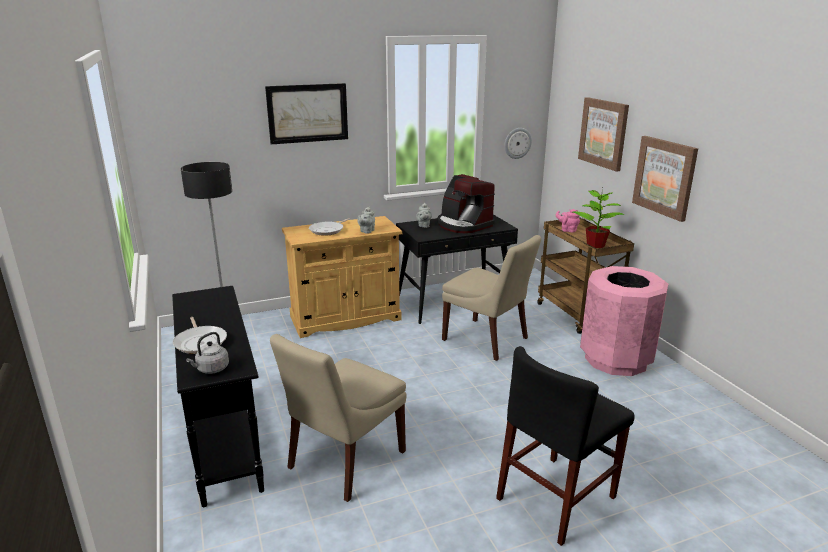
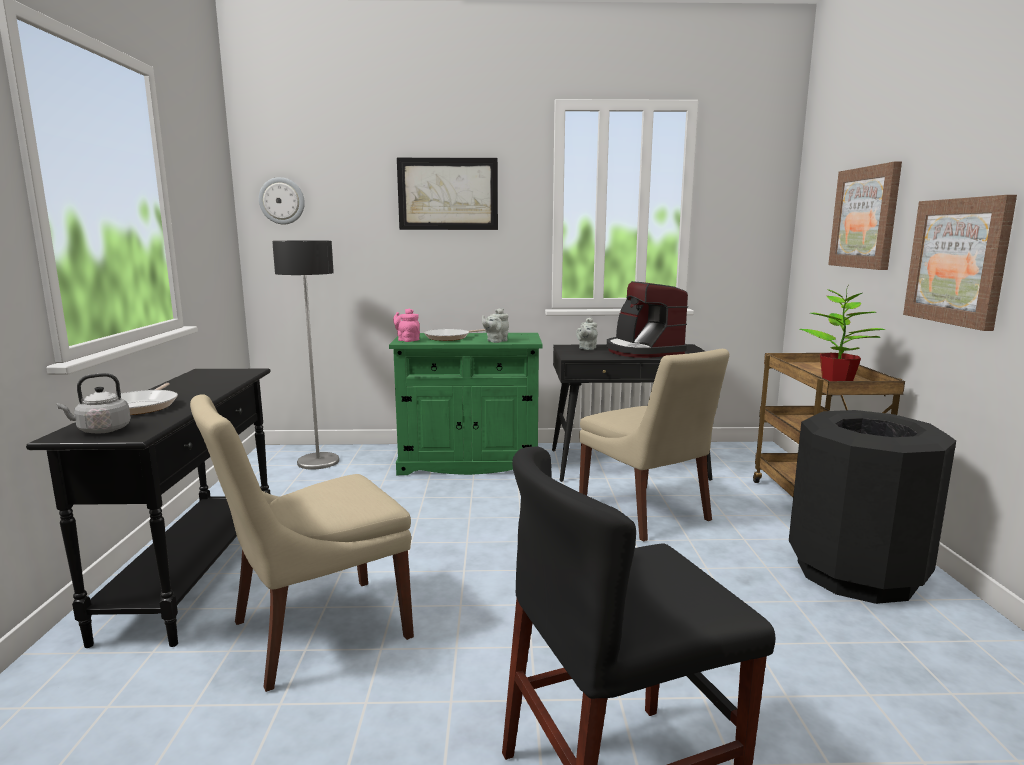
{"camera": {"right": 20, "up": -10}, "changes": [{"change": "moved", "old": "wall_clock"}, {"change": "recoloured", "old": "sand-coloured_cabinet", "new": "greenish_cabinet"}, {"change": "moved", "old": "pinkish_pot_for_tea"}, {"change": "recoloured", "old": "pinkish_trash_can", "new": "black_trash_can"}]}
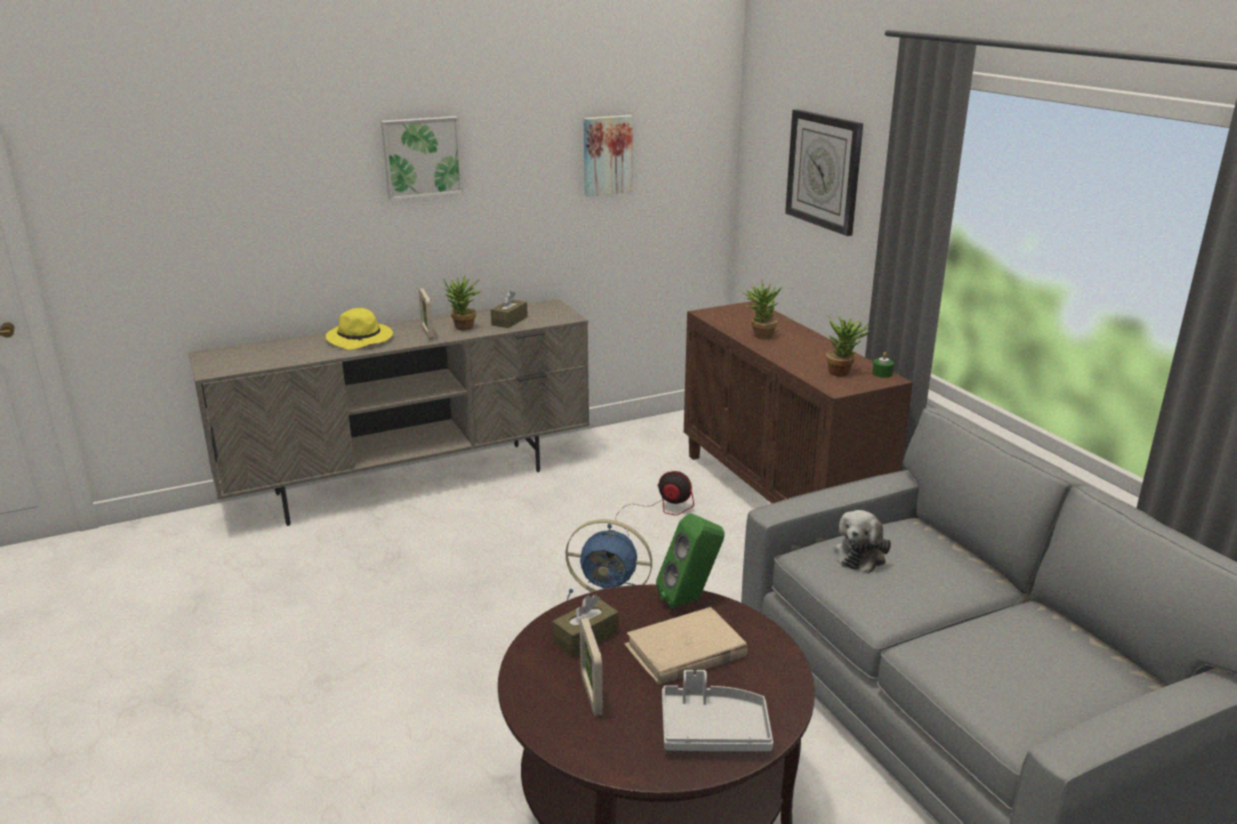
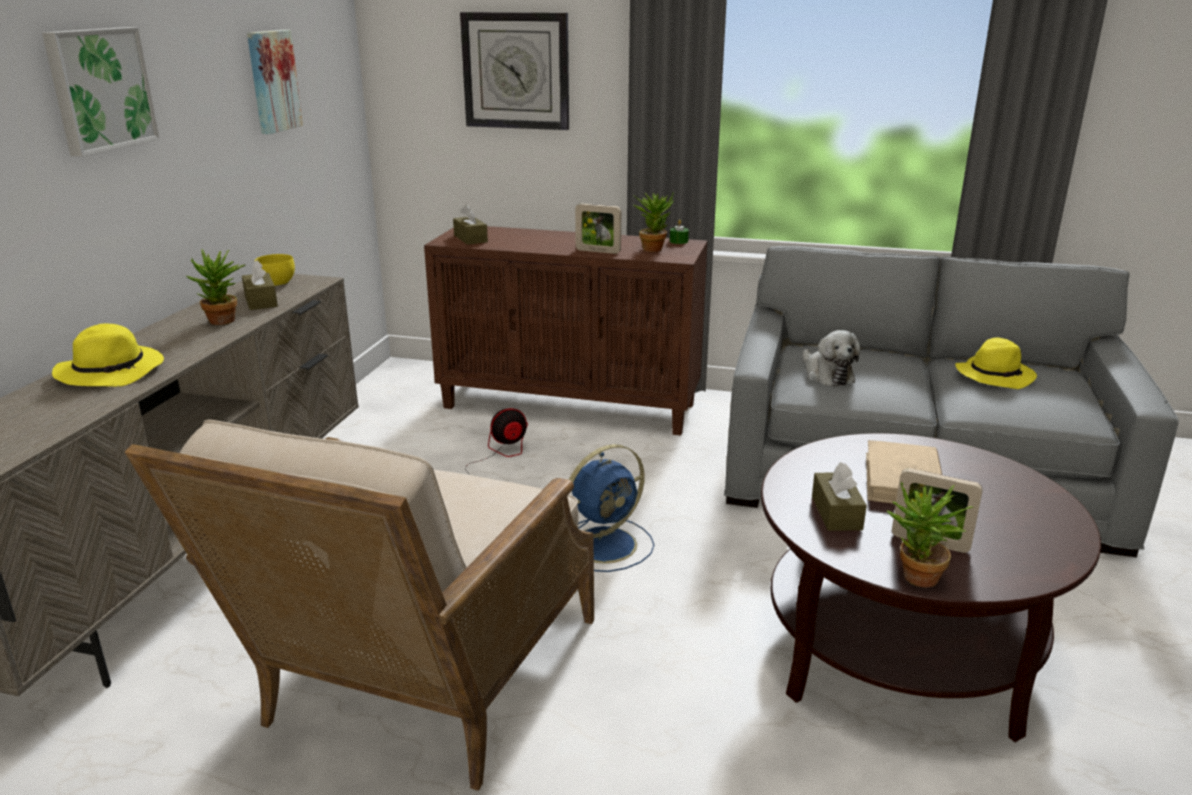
{"camera": {"right": -50, "up": 0}, "changes": [{"change": "added", "new": "sand-coloured_easy_chair"}, {"change": "added", "new": "yellow-coloured_deep_dish"}, {"change": "added", "new": "brown-coloured_box_of_tissues (2nd from left)"}, {"change": "moved", "old": "picture_frame (1st from left)"}, {"change": "moved", "old": "potted_plant (2nd from left in the first image)", "new": "potted_plant (3rd from left)"}, {"change": "added", "new": "yellow-coloured_hat (2nd from left)"}, {"change": "removed", "old": "greenish_audio_speaker"}, {"change": "removed", "old": "gray_serving_tray"}]}
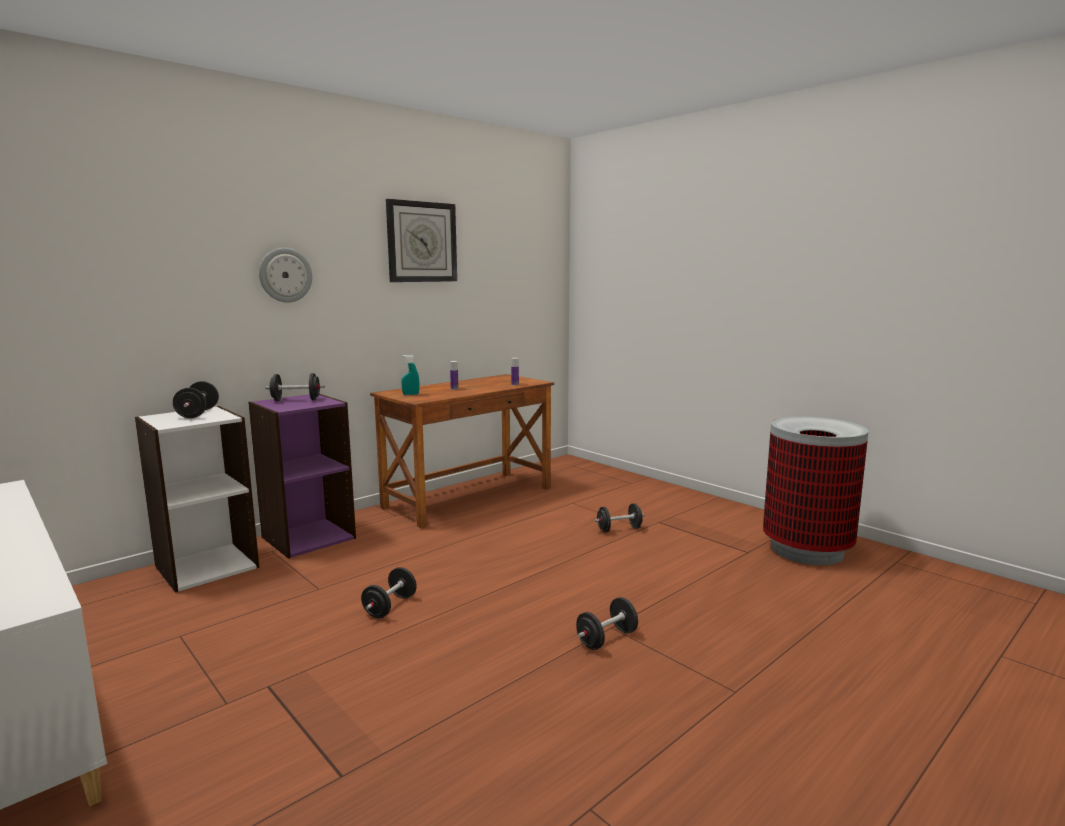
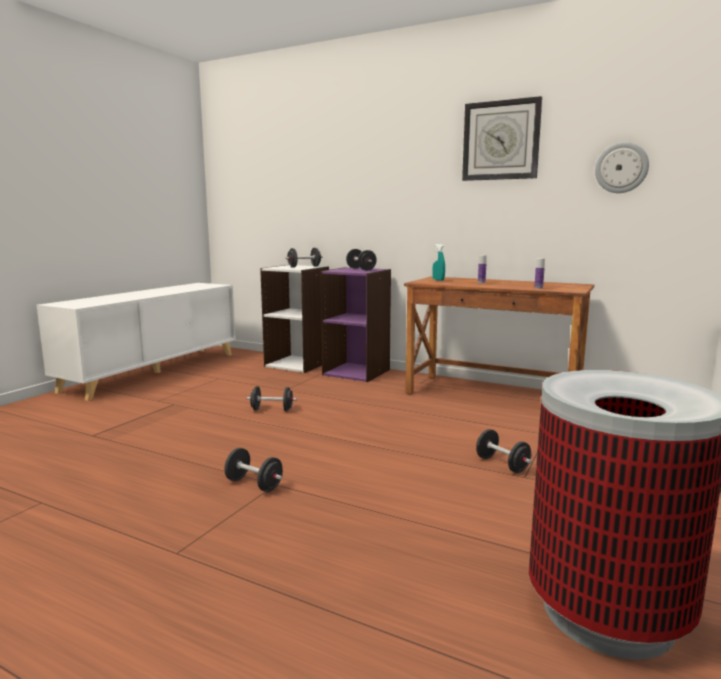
{"camera": {"right": 70, "up": 0}, "changes": [{"change": "moved", "old": "wall_clock (1st from left in the first image)", "new": "wall_clock (2nd from left)"}]}
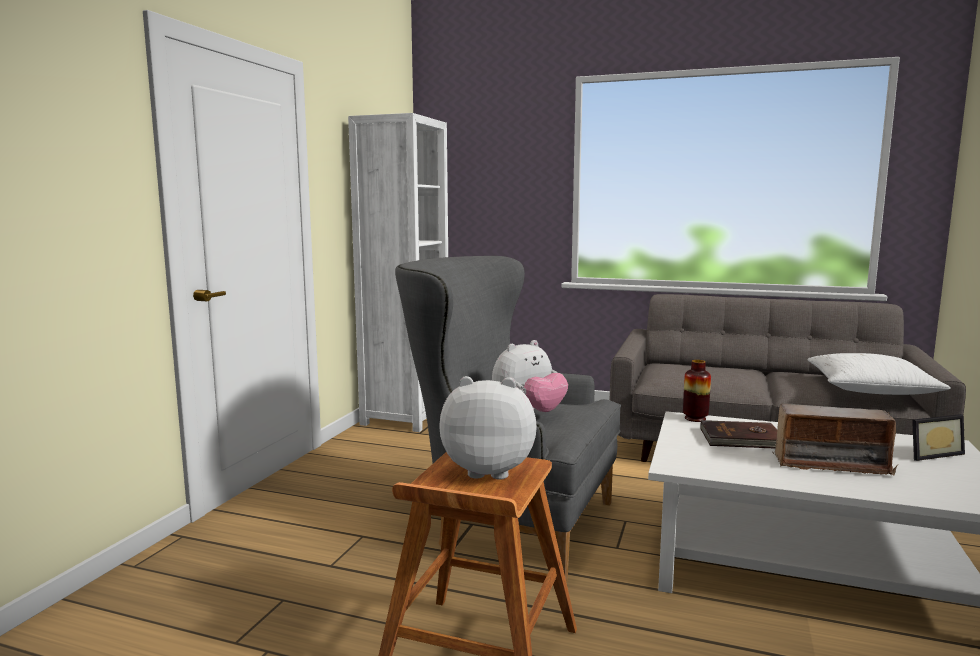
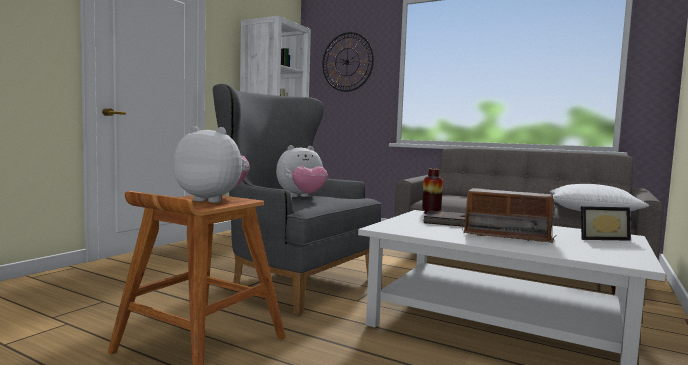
{"camera": {"right": 10, "up": -5}, "changes": [{"change": "added", "new": "wall_clock"}]}
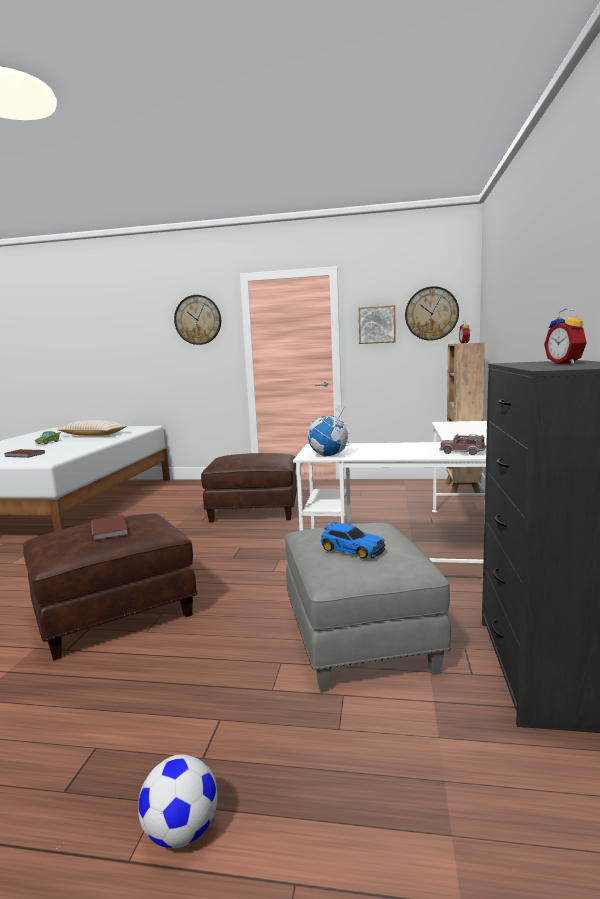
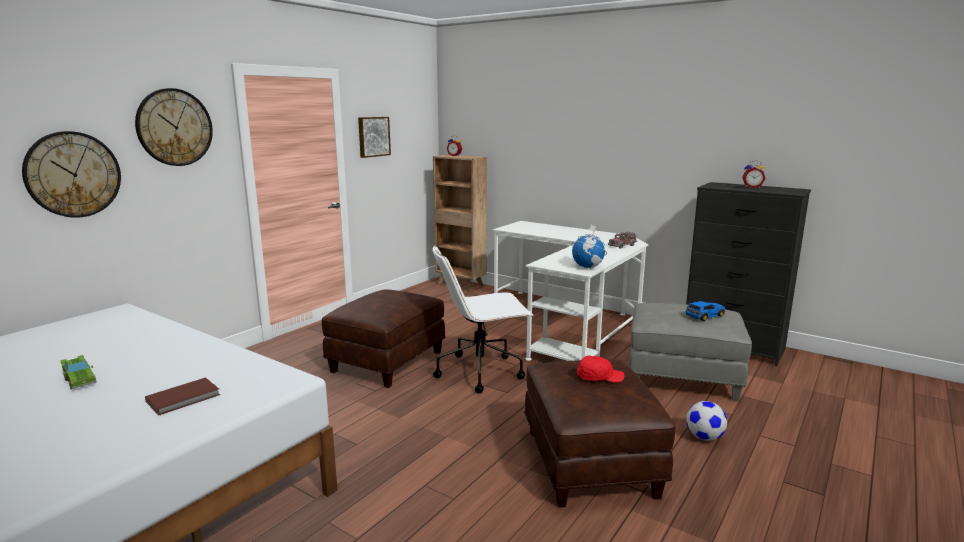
{"camera": {"right": -65, "up": 5}, "changes": [{"change": "moved", "old": "wall_clock (2nd from left in the first image)", "new": "wall_clock (1st from left)"}, {"change": "added", "new": "white-coloured_office_chair"}, {"change": "replaced", "old": "brown-coloured_book (2nd from left)", "new": "red-coloured_baseball_cap"}, {"change": "moved", "old": "football_ball"}, {"change": "removed", "old": "sand-coloured_cushion"}]}
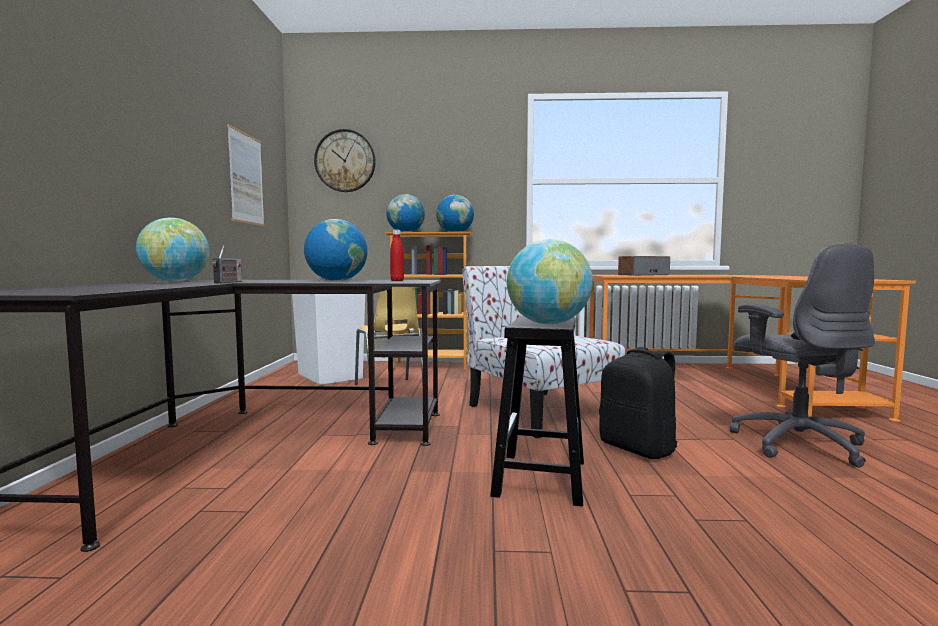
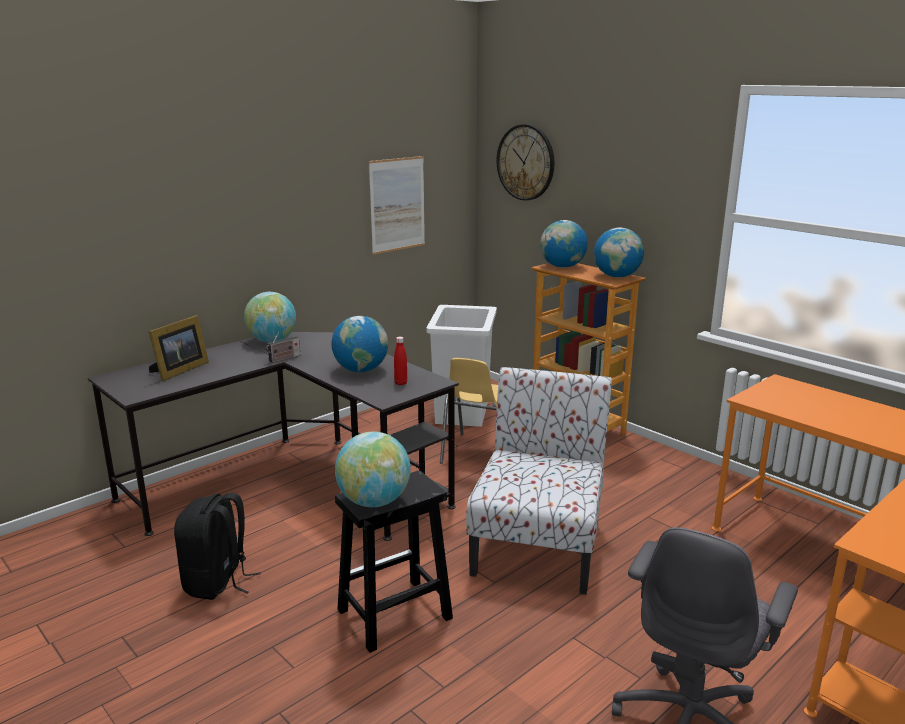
{"camera": {"right": 45, "up": 15}, "changes": [{"change": "added", "new": "picture_frame"}, {"change": "moved", "old": "black_backpack"}, {"change": "removed", "old": "audio_speaker"}]}
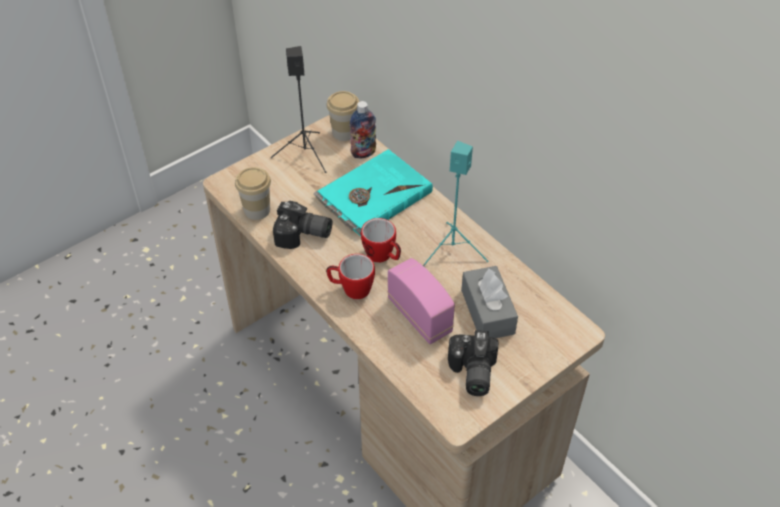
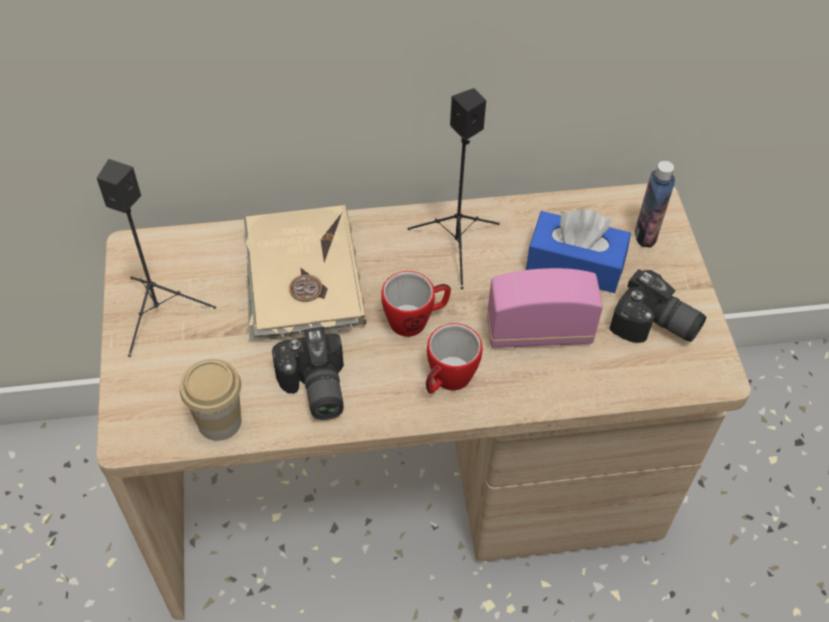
{"camera": {"right": -60, "up": 5}, "changes": [{"change": "recoloured", "old": "blue-green_book", "new": "sand-coloured_book"}, {"change": "turned", "old": "still_camera (1st from left)", "degrees": 120}, {"change": "recoloured", "old": "blue-green_audio_speaker", "new": "black_audio_speaker (2nd from left)"}, {"change": "recoloured", "old": "gray_box_of_tissues", "new": "blue_box_of_tissues"}, {"change": "moved", "old": "beverage_bottle"}, {"change": "removed", "old": "small_cup (2nd from left)"}]}
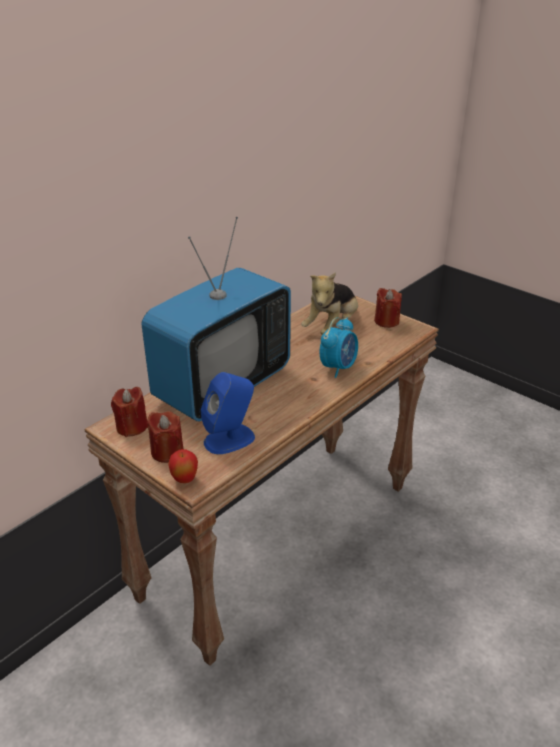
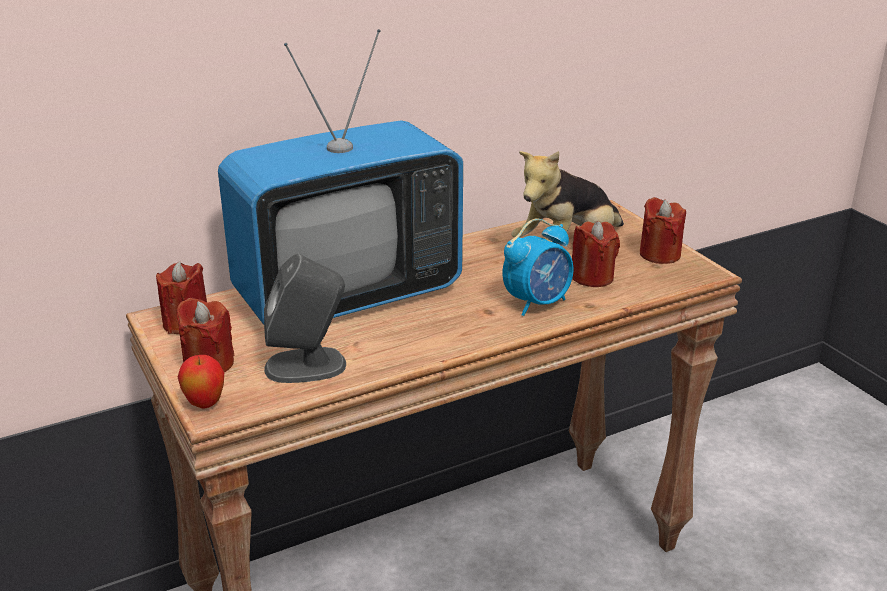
{"camera": {"right": 20, "up": -5}, "changes": [{"change": "recoloured", "old": "blue_audio_speaker", "new": "gray_audio_speaker"}, {"change": "added", "new": "red-coloured_candle (3rd from left)"}]}
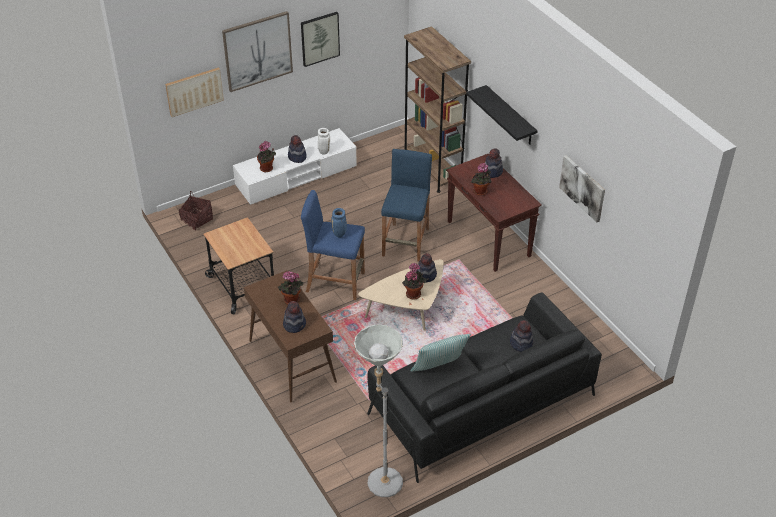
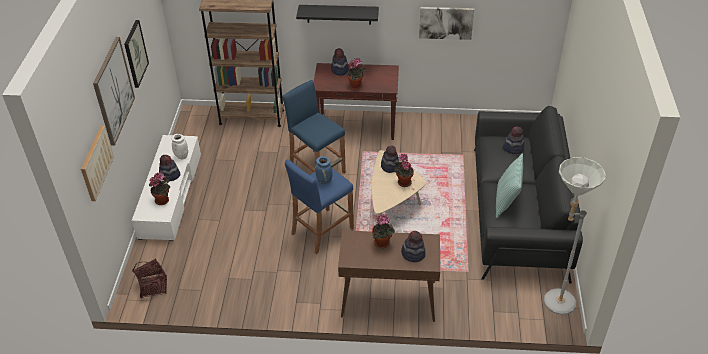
{"camera": {"right": -55, "up": 0}, "changes": [{"change": "removed", "old": "wheeled_cart"}]}
